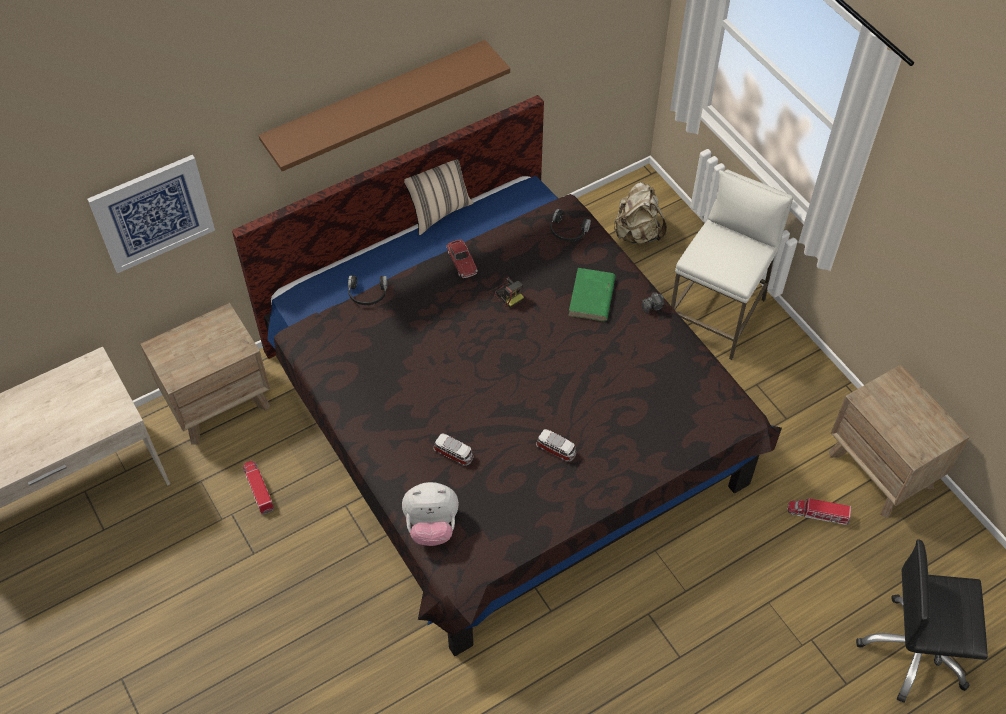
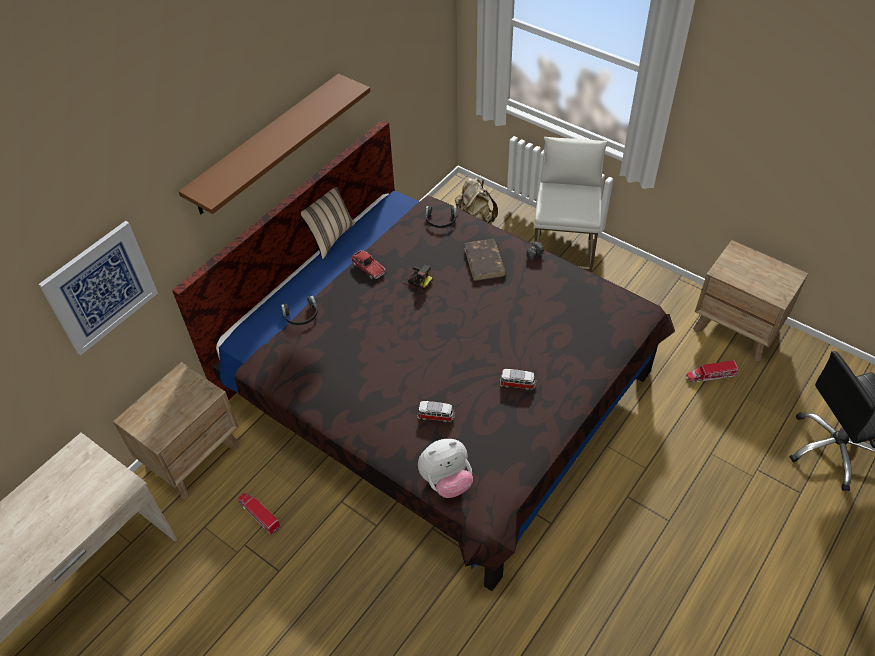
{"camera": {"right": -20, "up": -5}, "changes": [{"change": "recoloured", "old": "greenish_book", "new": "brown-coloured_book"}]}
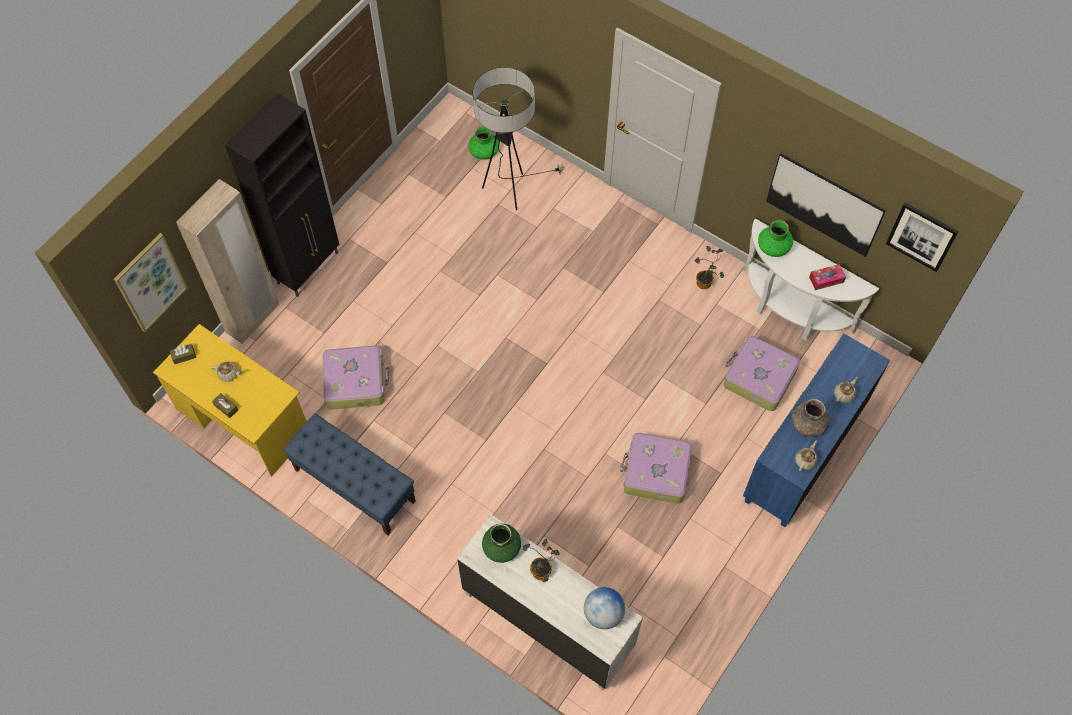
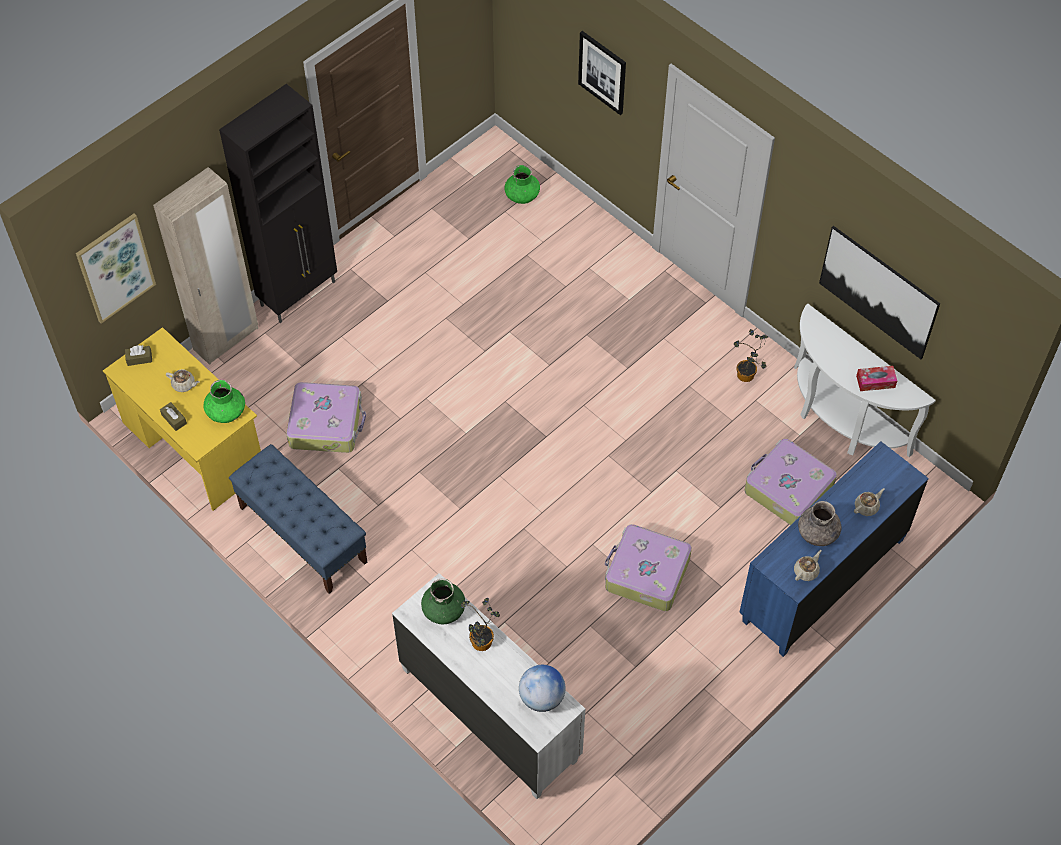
{"camera": {"right": 10, "up": -5}, "changes": [{"change": "moved", "old": "greenish_decorative_vase (3rd from left in the first image)", "new": "greenish_decorative_vase (1st from left)"}, {"change": "moved", "old": "wall_picture (3rd from left in the first image)", "new": "wall_picture (2nd from left)"}, {"change": "removed", "old": "floor_lamp"}]}
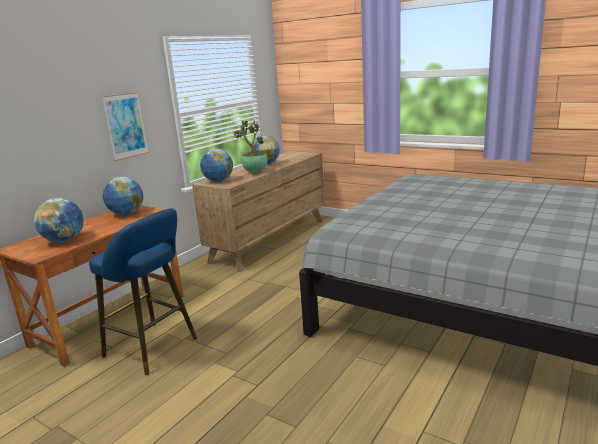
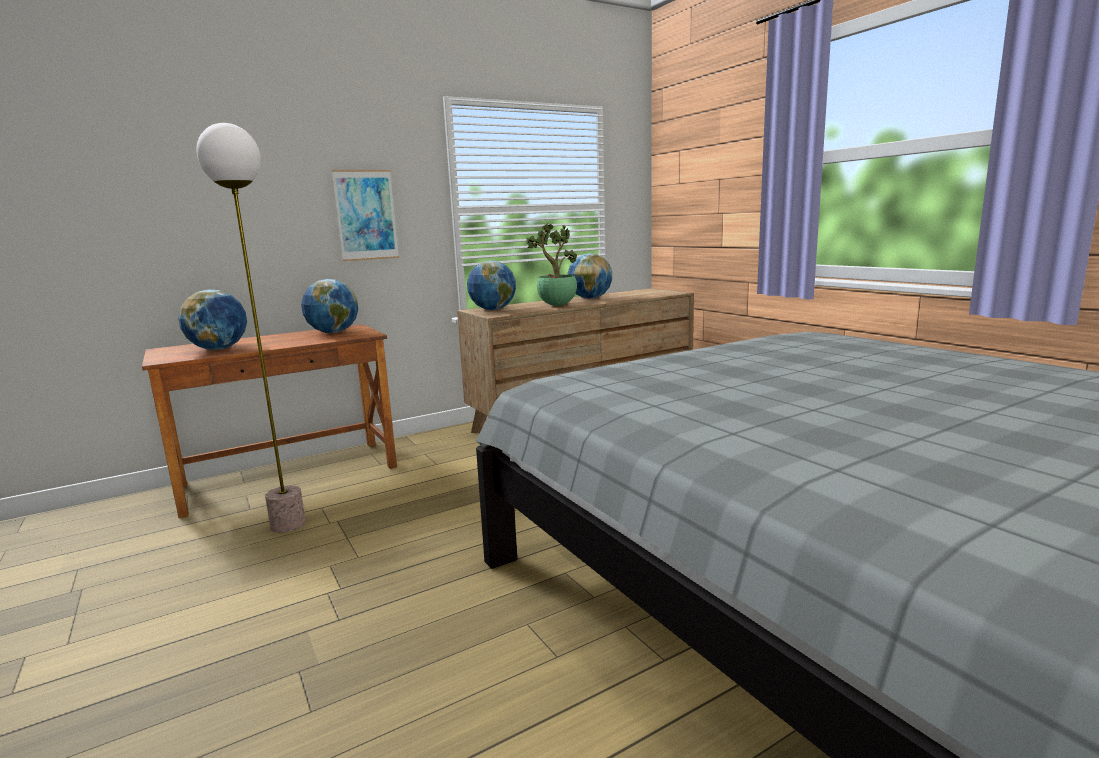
{"camera": {"right": 25, "up": -5}, "changes": [{"change": "replaced", "old": "blue_sitting_stool", "new": "floor_lamp"}]}
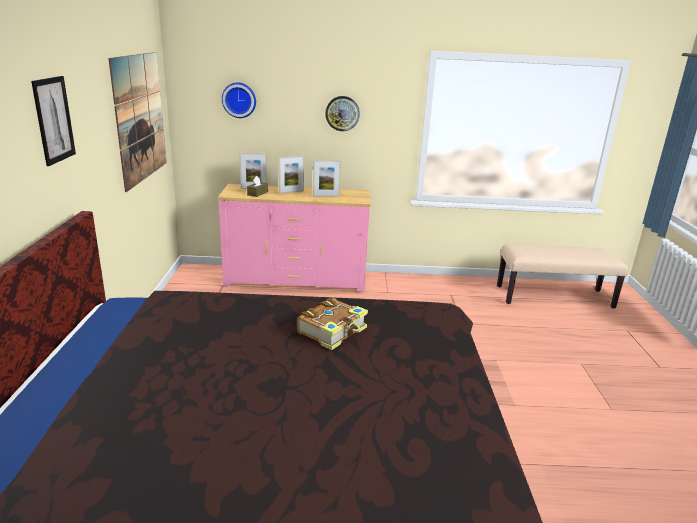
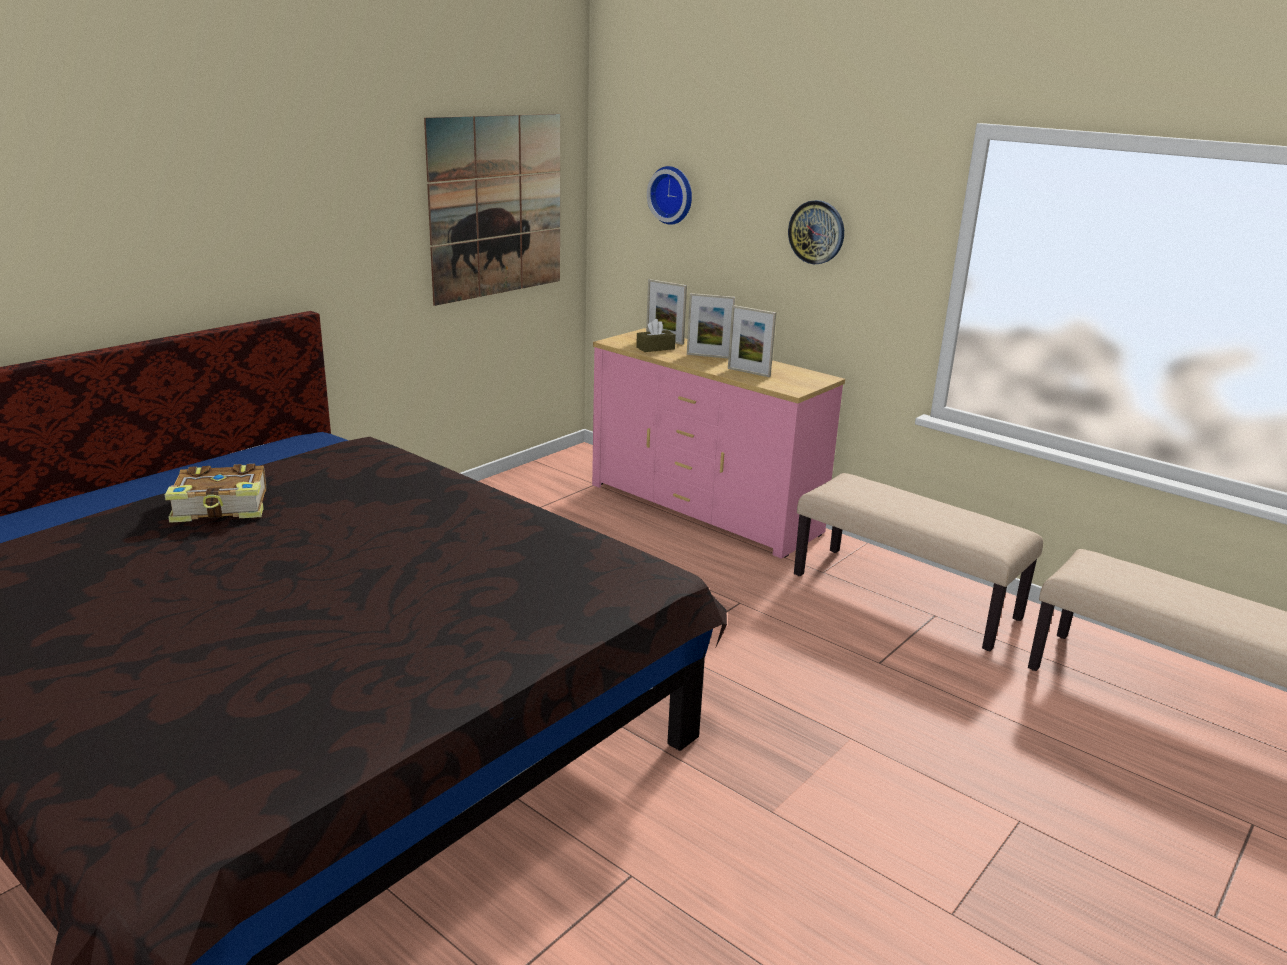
{"camera": {"right": 40, "up": 0}, "changes": [{"change": "moved", "old": "book"}, {"change": "added", "new": "sand-coloured_indoor_bench (1st from left)"}, {"change": "removed", "old": "wall_picture (1st from left)"}]}
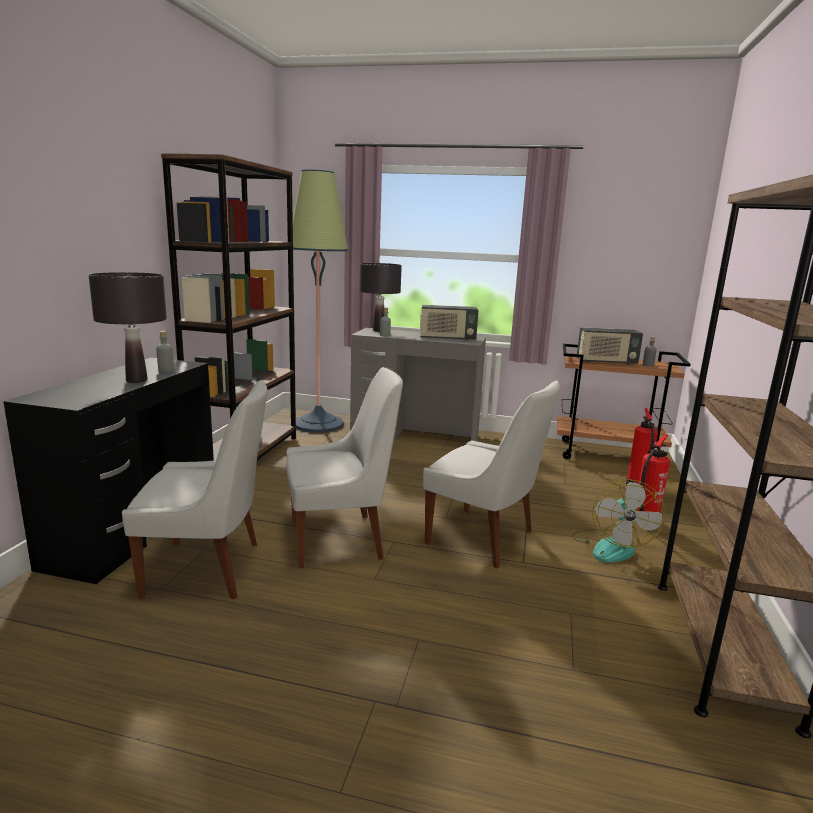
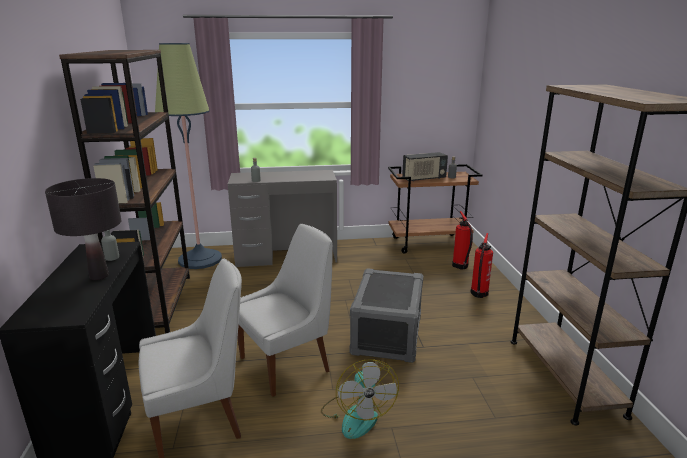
{"camera": {"right": -20, "up": 5}, "changes": [{"change": "moved", "old": "fan"}, {"change": "replaced", "old": "white-coloured_chair (3rd from left)", "new": "gray_storage_bin"}, {"change": "removed", "old": "black_table_lamp (2nd from left)"}, {"change": "removed", "old": "radio_receiver (1st from left)"}]}
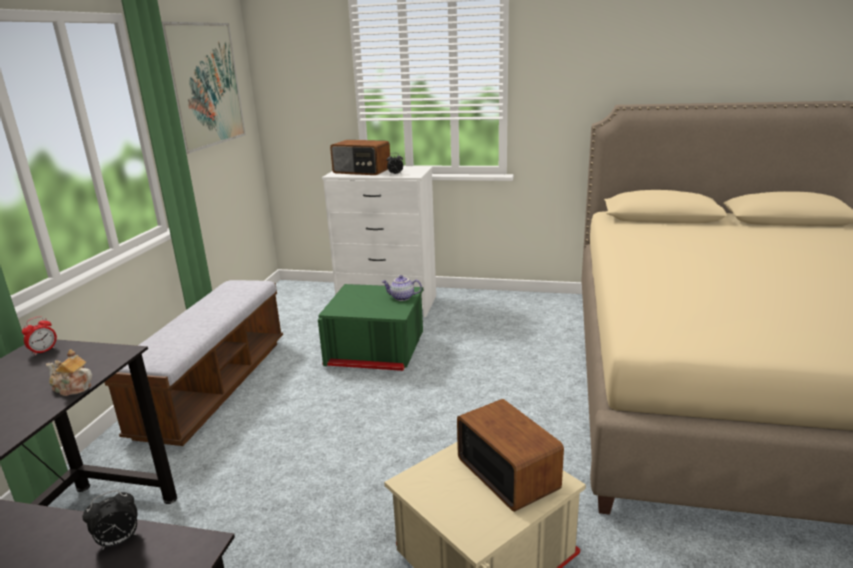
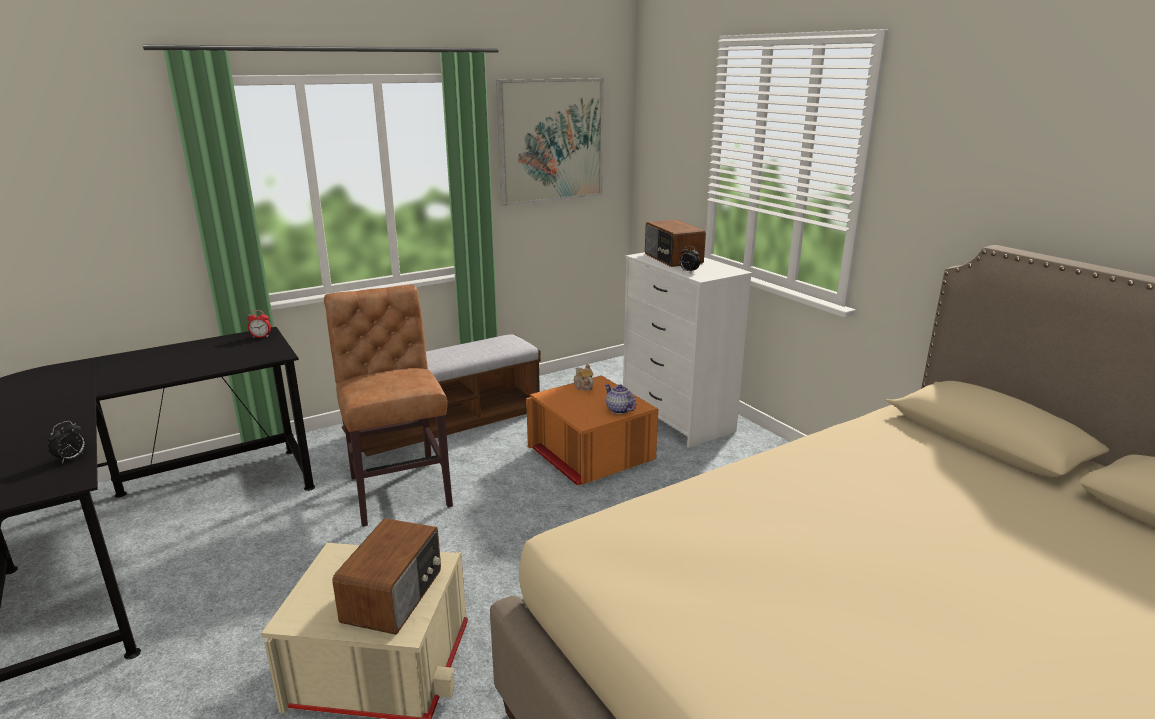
{"camera": {"right": 45, "up": 0}, "changes": [{"change": "turned", "old": "alarm_clock (2nd from left in the first image)", "degrees": -75}, {"change": "added", "new": "brown-coloured_chair"}, {"change": "recoloured", "old": "greenish_storage_bin", "new": "orange_storage_bin"}, {"change": "moved", "old": "pot_for_tea (1st from left)"}]}
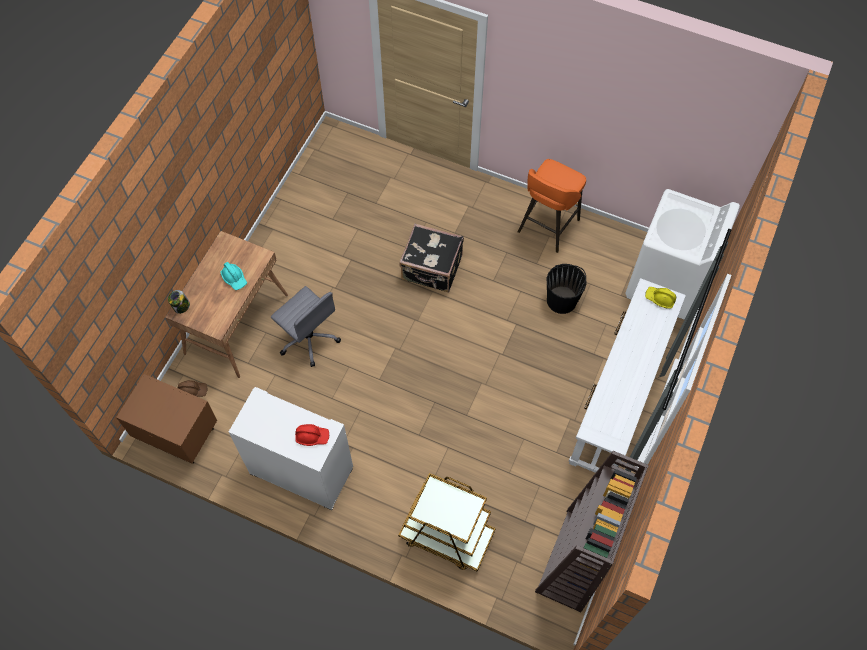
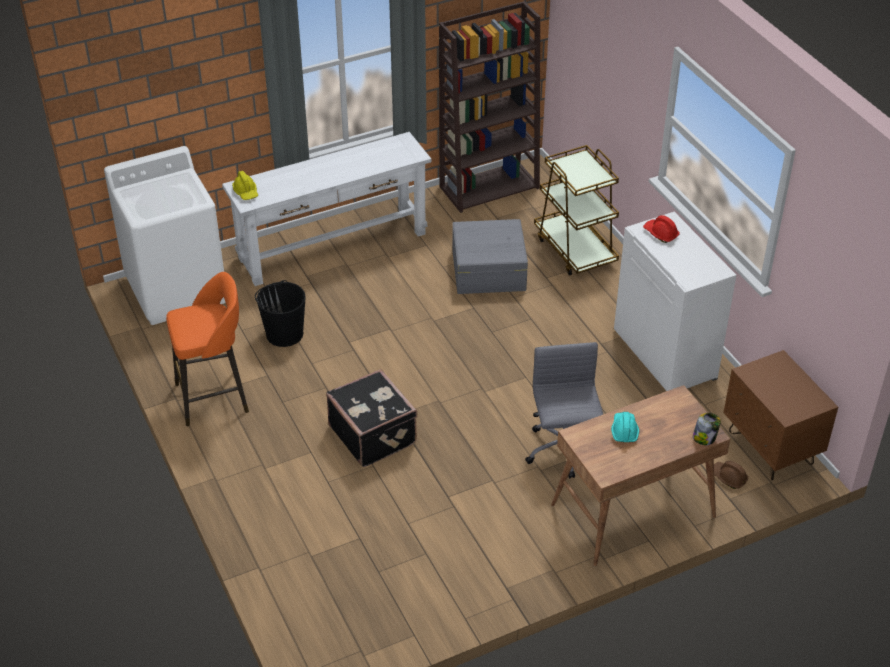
{"camera": {"right": -140, "up": -20}, "changes": [{"change": "added", "new": "gray_storage_bin"}]}
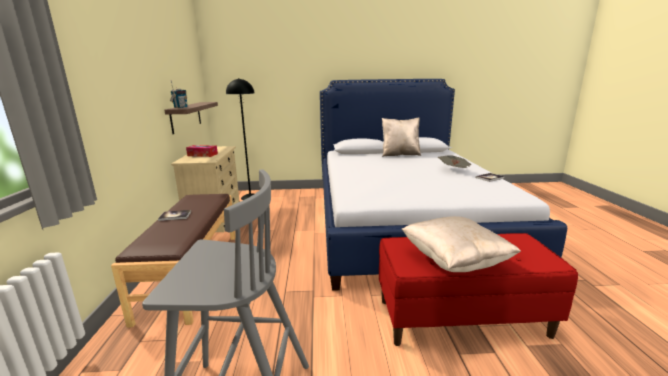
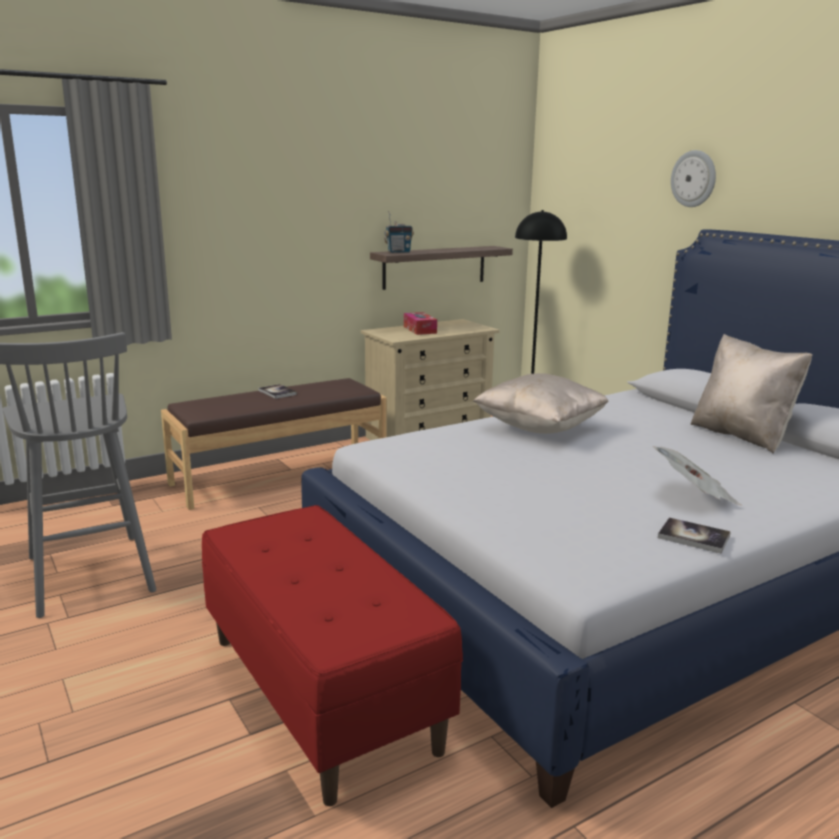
{"camera": {"right": 60, "up": 0}, "changes": [{"change": "moved", "old": "sand-coloured_cushion (2nd from left in the first image)", "new": "sand-coloured_cushion (1st from left)"}, {"change": "added", "new": "wall_clock"}]}
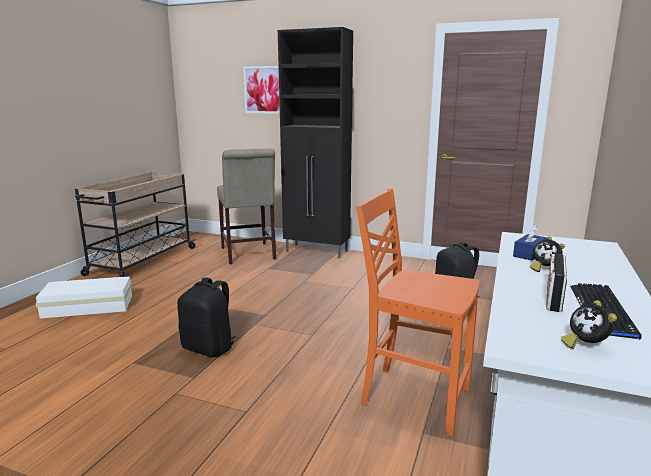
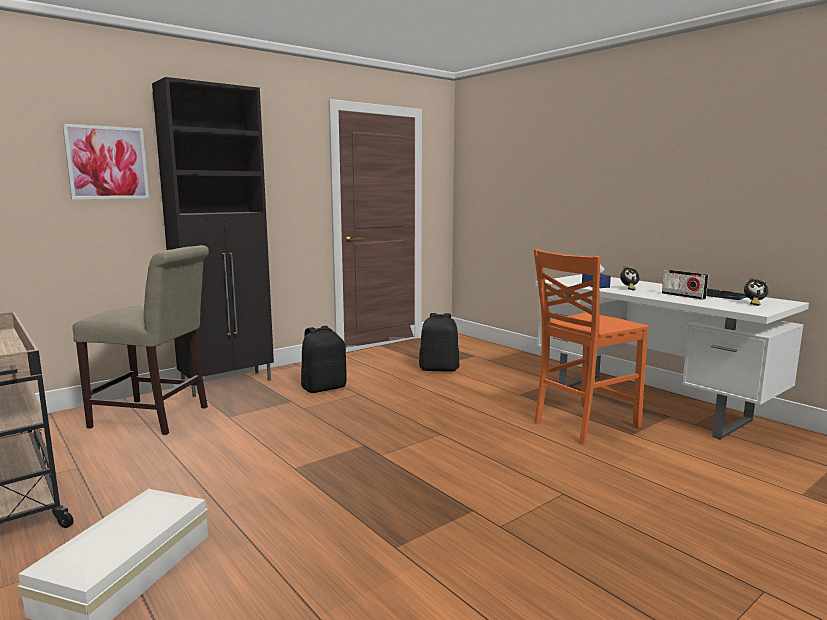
{"camera": {"right": -60, "up": -5}, "changes": [{"change": "moved", "old": "black_backpack (1st from left)"}]}
